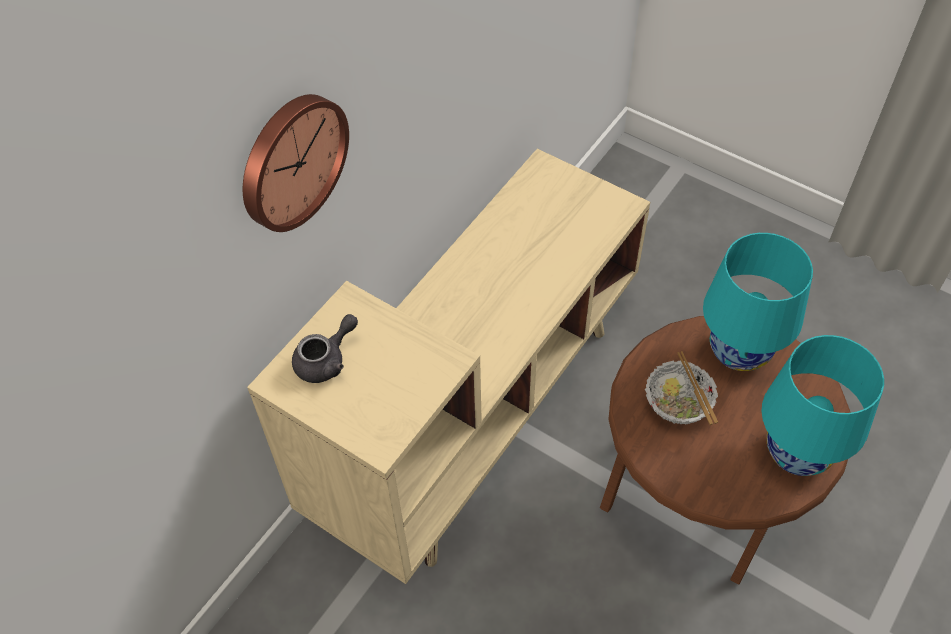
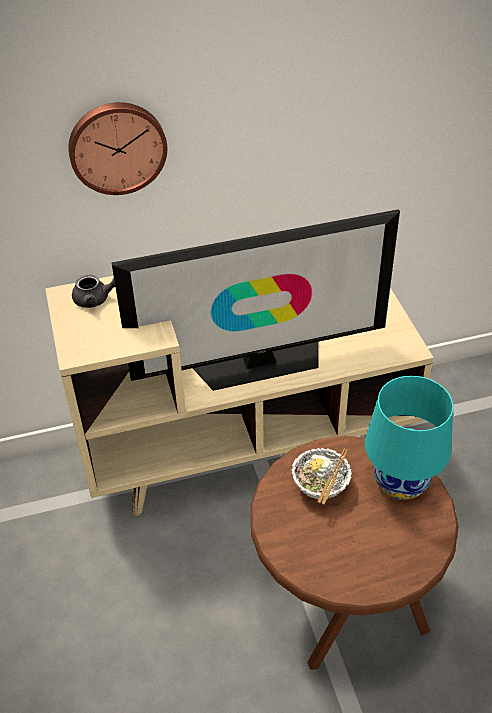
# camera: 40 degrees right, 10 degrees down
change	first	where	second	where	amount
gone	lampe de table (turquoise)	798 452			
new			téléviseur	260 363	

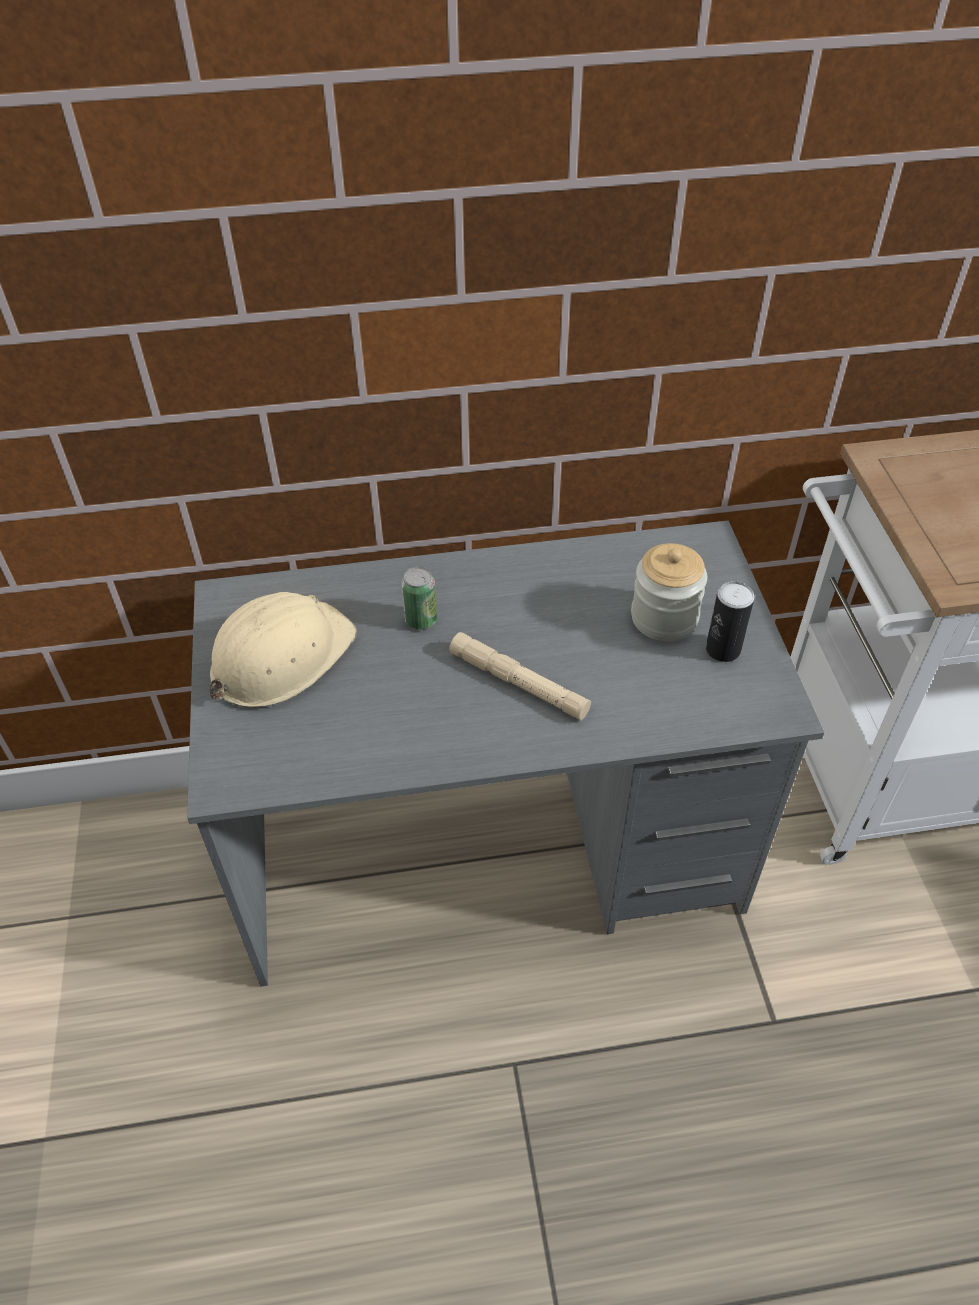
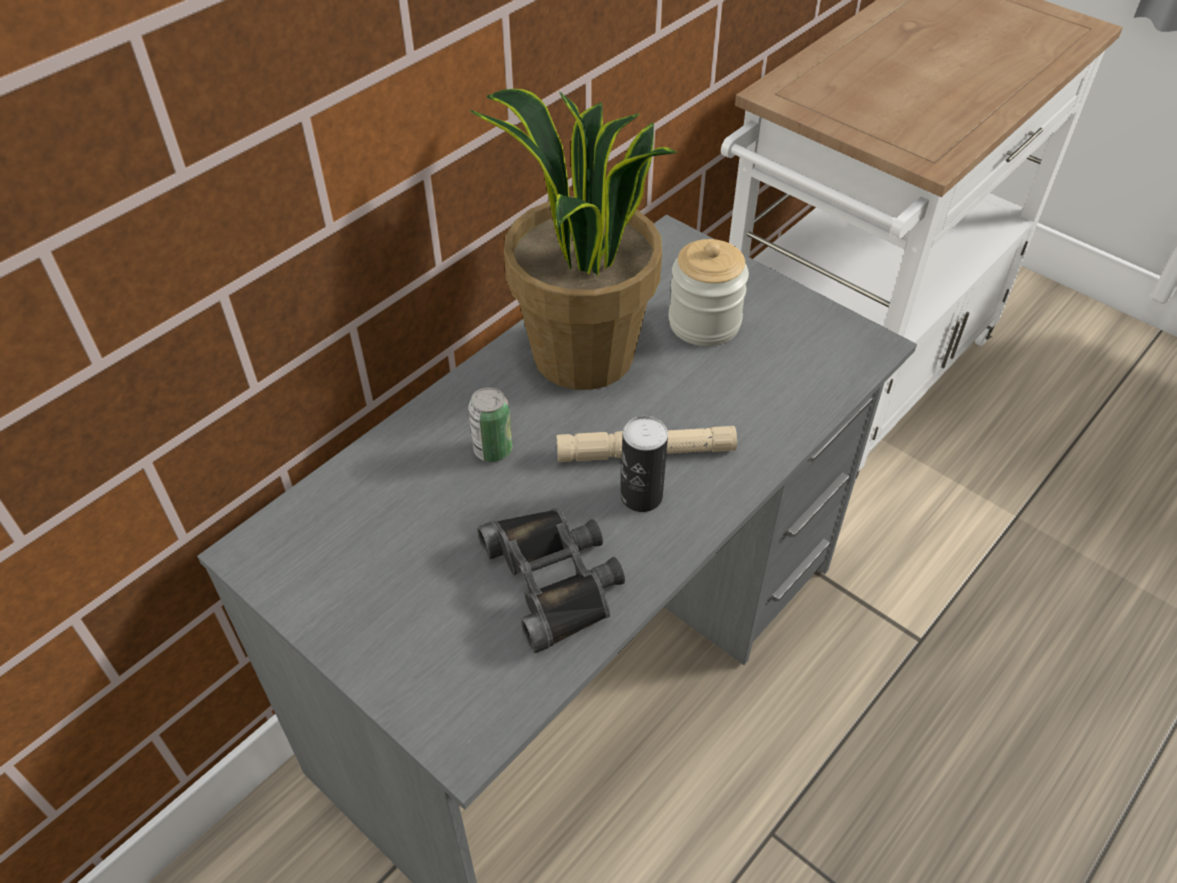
# camera: 40 degrees left, 0 degrees up
change	first	where	second	where	amount
shifted	boîte métallique	723 649		641 496	
gone	casque de chantier (beige)	280 657			
new			plante en pot	582 356	
new			jumelles (noir)	555 579	

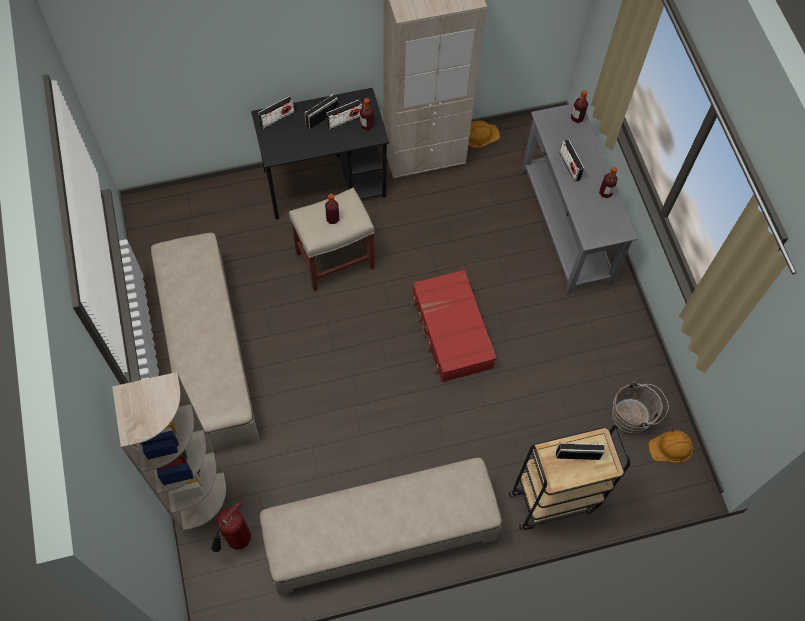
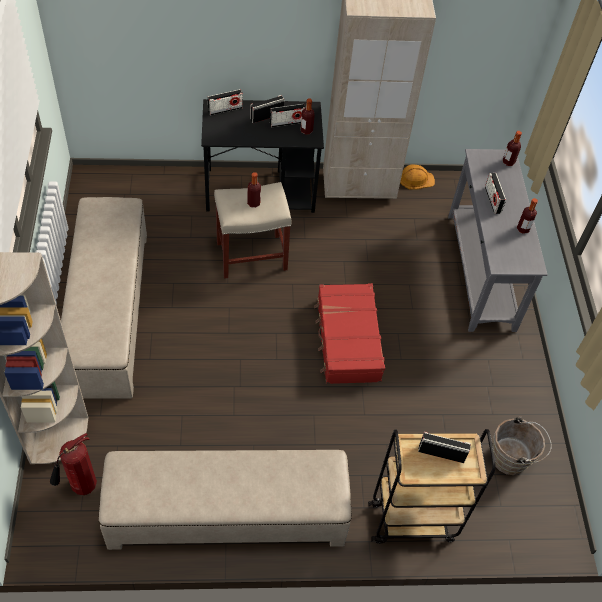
# camera: 10 degrees right, 10 degrees down
change	first	where	second	where	amount
gone	casque de chantier (orange)	671 447			

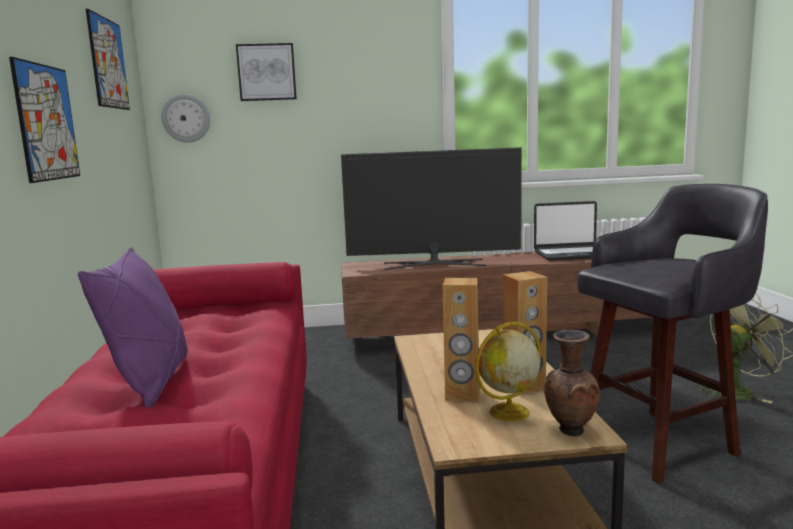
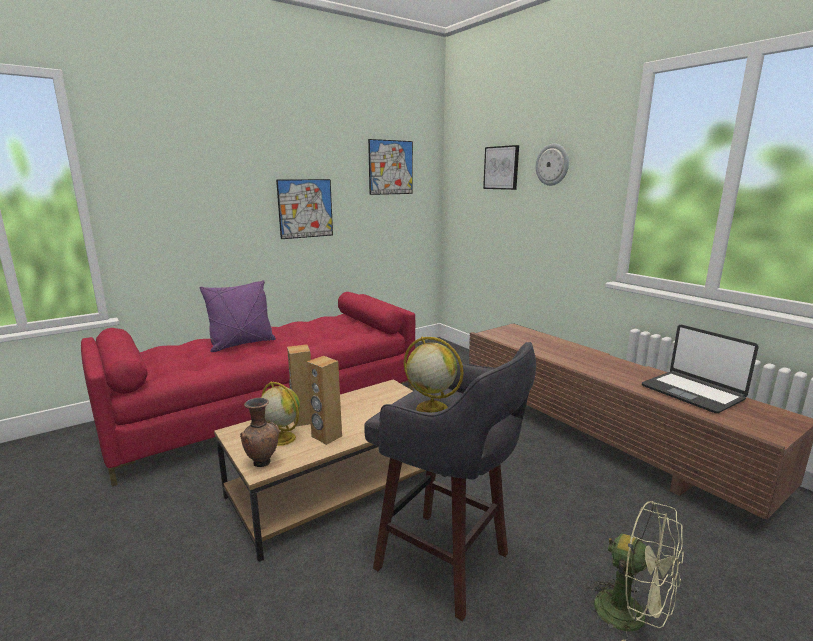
# camera: 60 degrees right, 5 degrees up
change	first	where	second	where	amount
shifted	horloge murale	186 118		552 164	
gone	téléviseur	434 264			
new			globe	431 408	

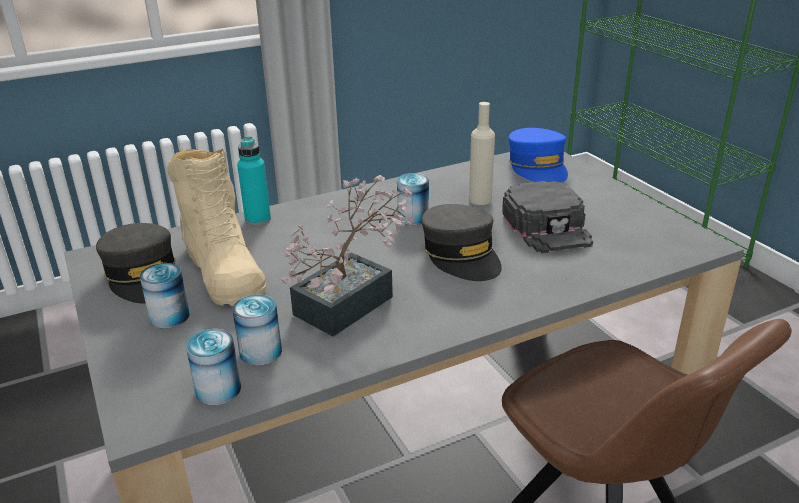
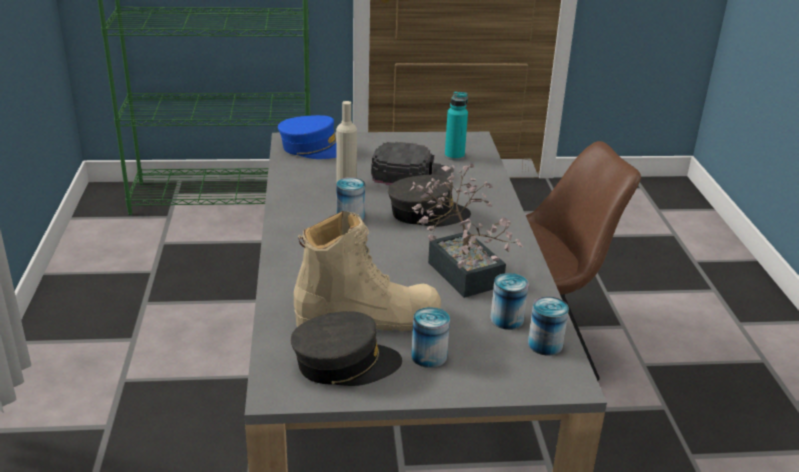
# camera: 70 degrees left, 0 degrees up
change	first	where	second	where	amount
shifted	bouteille (turquoise)	258 219		454 156	

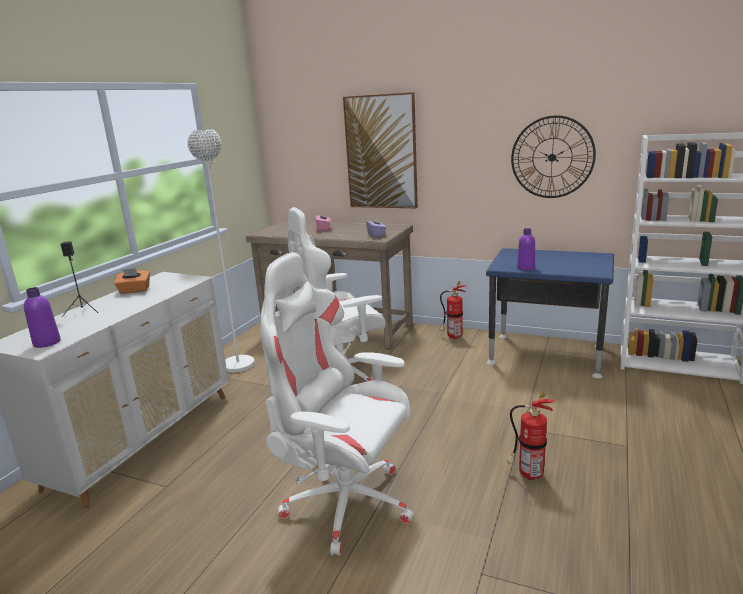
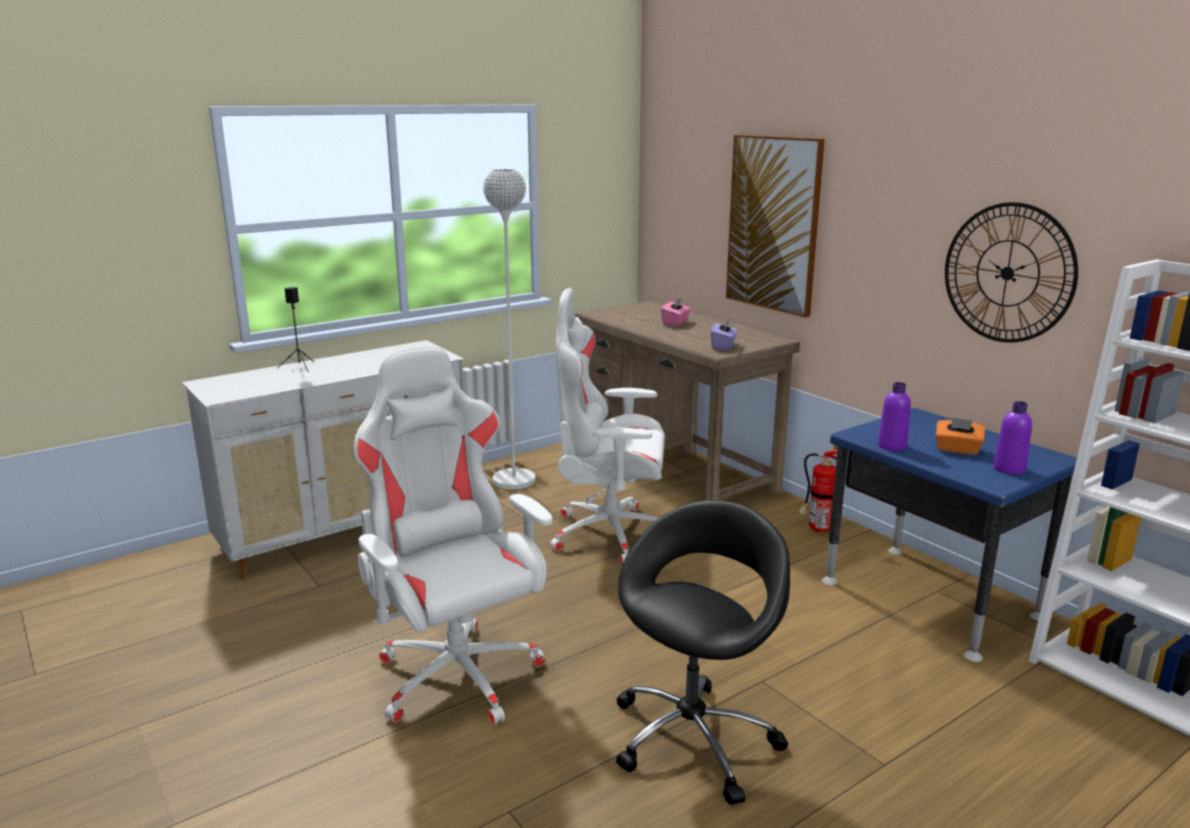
# camera: 30 degrees right, 0 degrees up
change	first	where	second	where	amount
shifted	boîte à mouchoirs (orange)	134 290		957 450	
shifted	bouteille (violet)	47 343		1009 469	
swapped	extincteur	527 475	chaise de bureau (noir)	695 737	

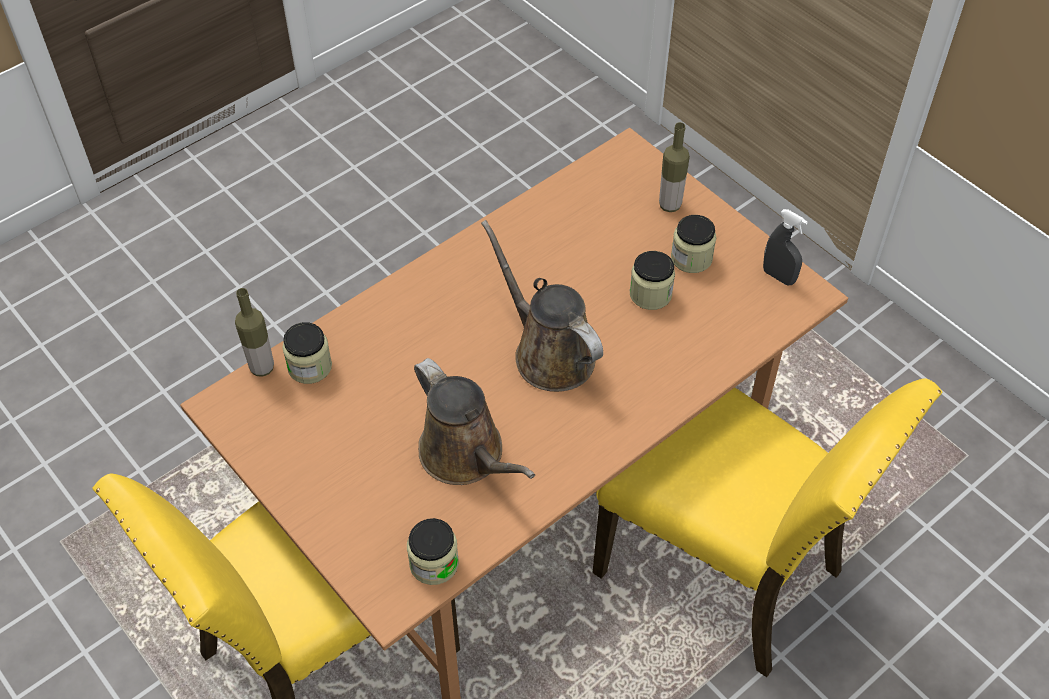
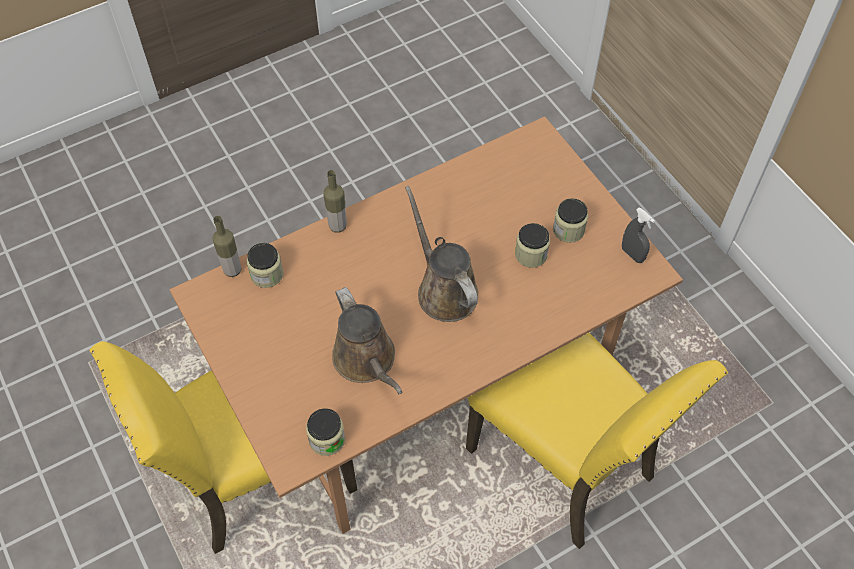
# camera: 10 degrees right, 5 degrees up
change	first	where	second	where	amount
shifted	bouteille	670 205		337 226	

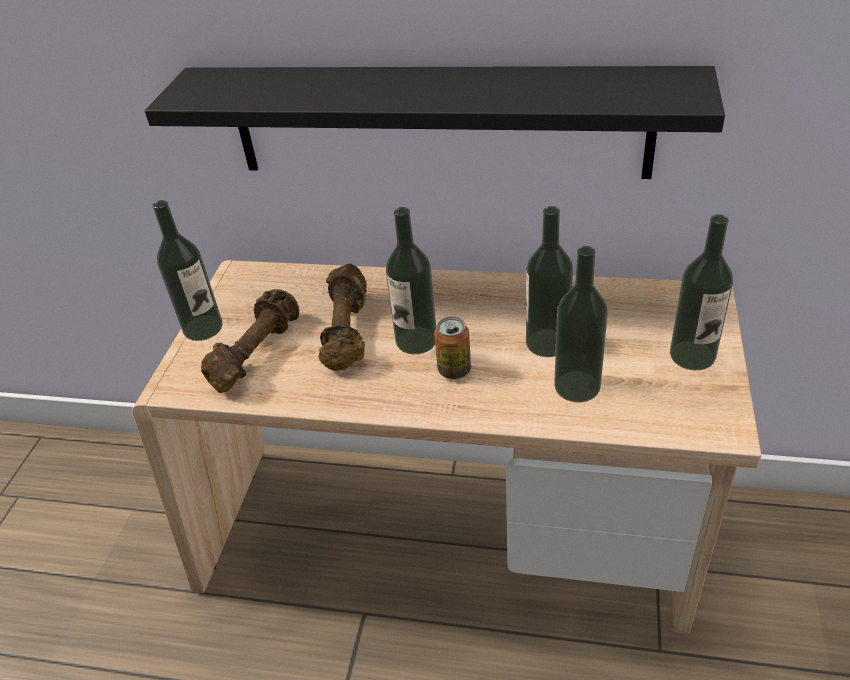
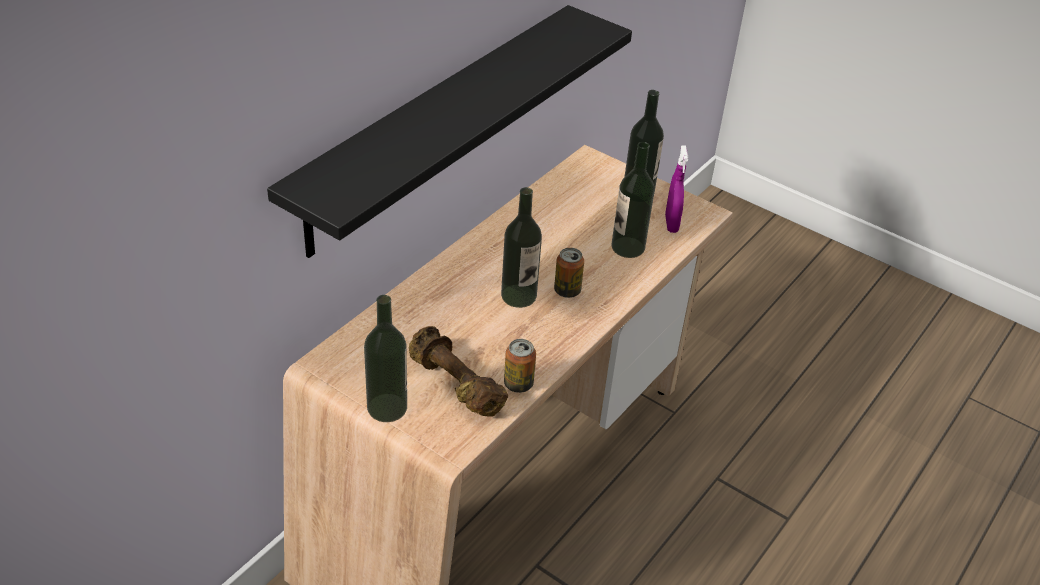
# camera: 70 degrees left, 0 degrees up
change	first	where	second	where	amount
gone	bouteille	547 343			
gone	haltère (marron)	348 332			
new			vaporisateur (violet)	671 224	
new			boîte métallique	518 384	

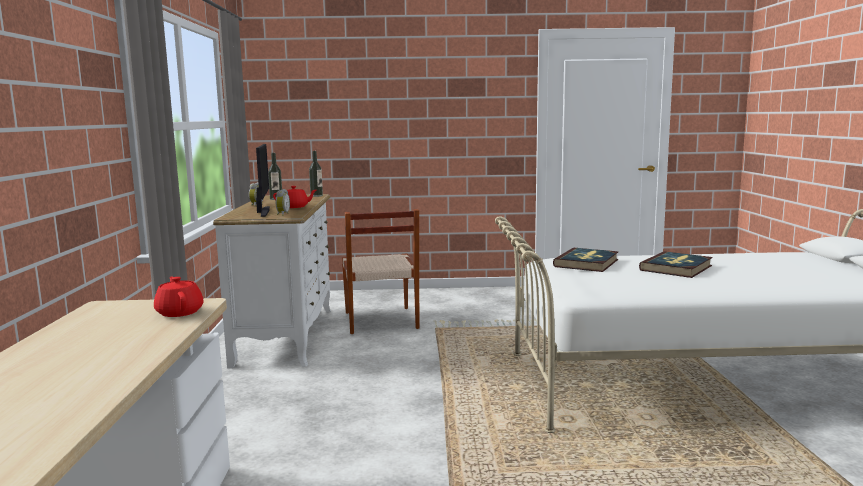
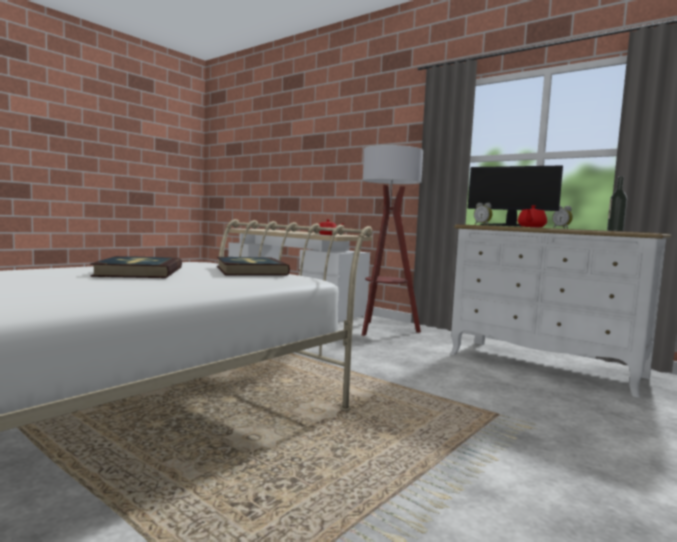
# camera: 130 degrees right, 5 degrees down
change	first	where	second	where	amount
gone	bouteille	316 196			
gone	chaise	380 321			
new			lampadaire	383 329	

